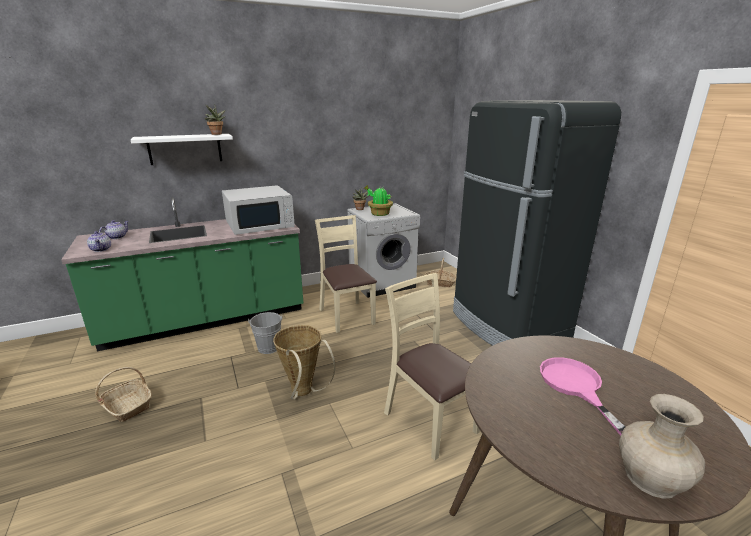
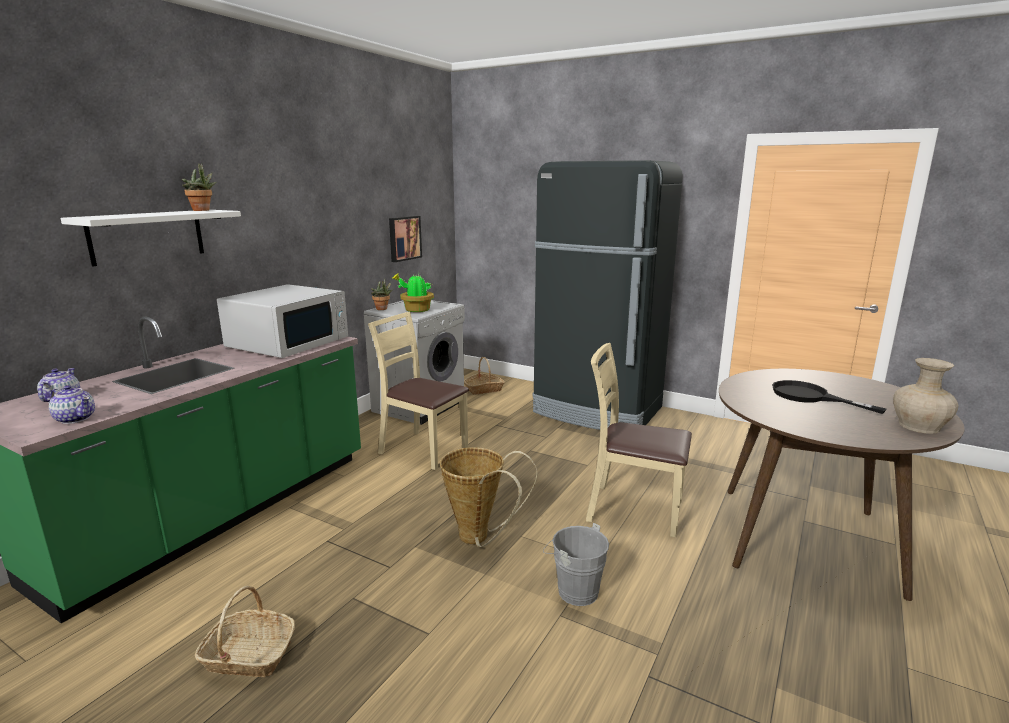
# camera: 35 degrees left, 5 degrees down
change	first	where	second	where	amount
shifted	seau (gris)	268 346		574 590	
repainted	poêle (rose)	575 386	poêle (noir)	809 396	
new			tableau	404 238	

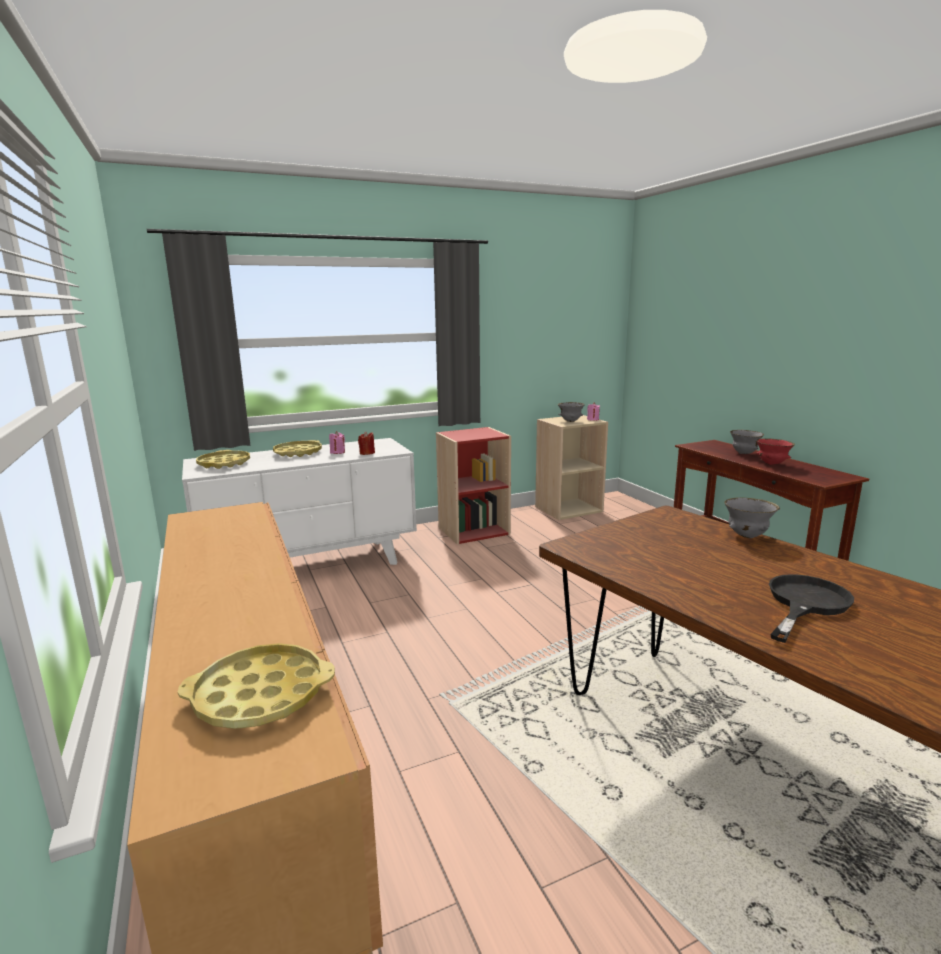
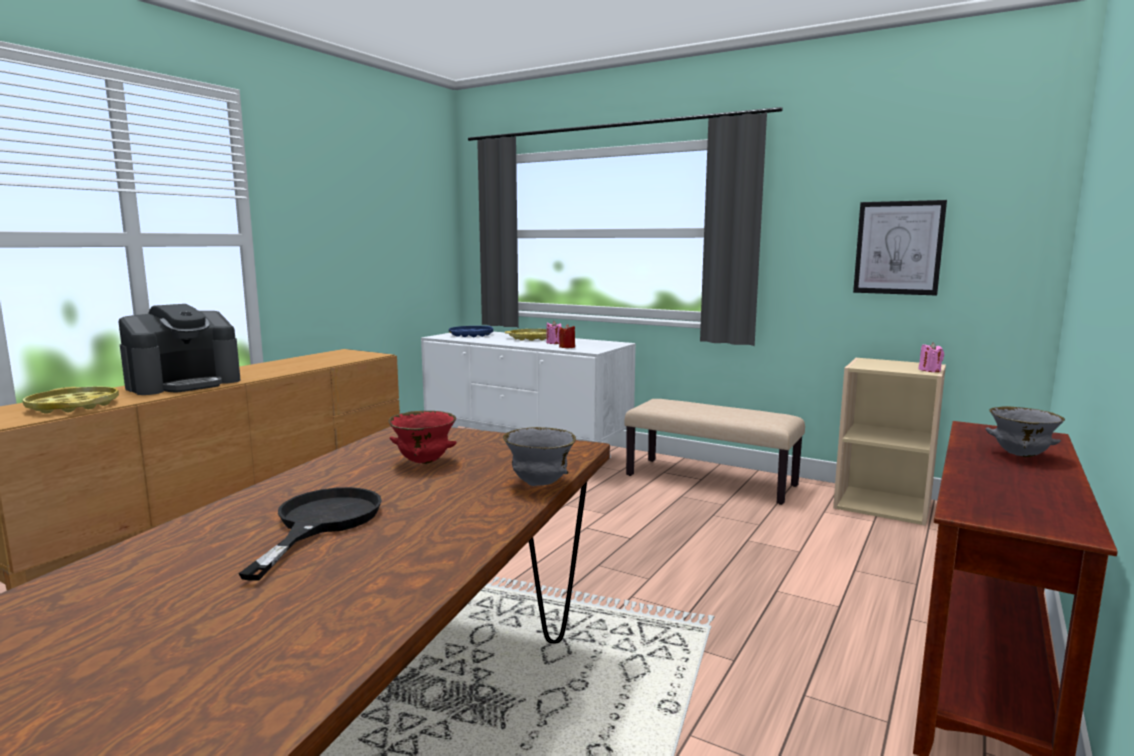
# camera: 55 degrees right, 5 degrees down
change	first	where	second	where	amount
gone	bol (gris)	570 421			
swapped	bibliothèque (rouge)	474 530	banc (beige)	711 480	
shifted	bol (rouge)	772 464		423 462	
repainted	plateau (jaune)	224 464	plateau (bleu)	471 335	
rotated	poêle (noir)	804 603		321 523	90 degrees counterclockwise
new			tableau	898 248	
new			machine à café	184 384	

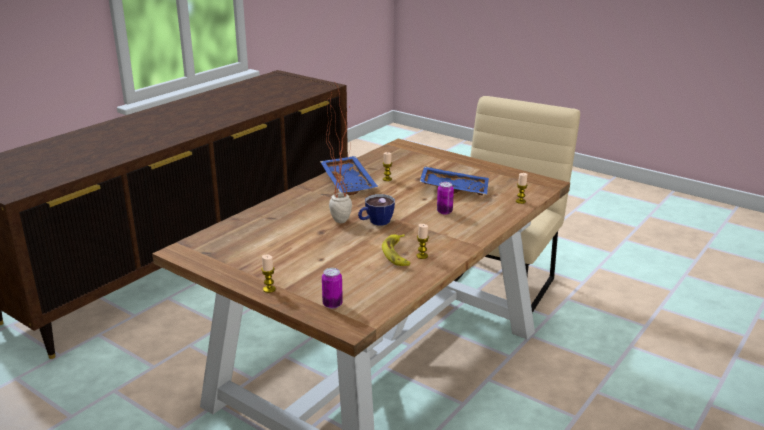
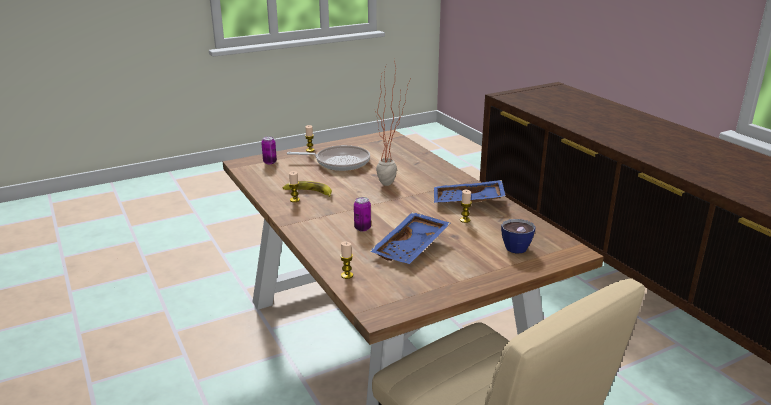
# camera: 115 degrees right, 0 degrees up
change	first	where	second	where	amount
shifted	tasse	375 222		514 245	
new			poêle	339 162	

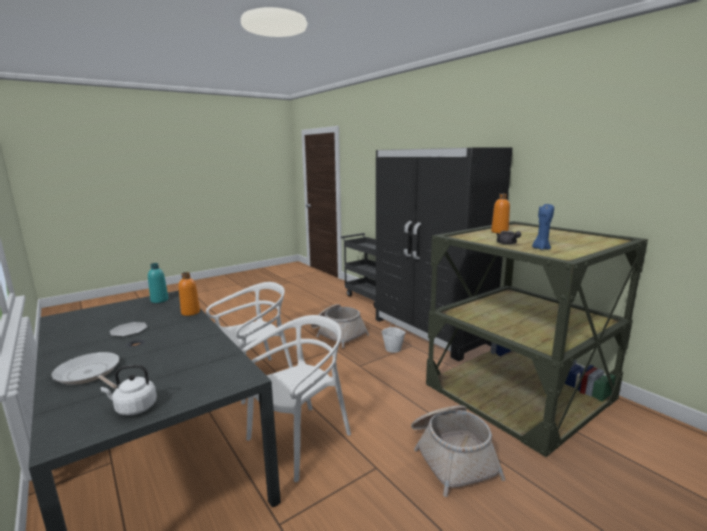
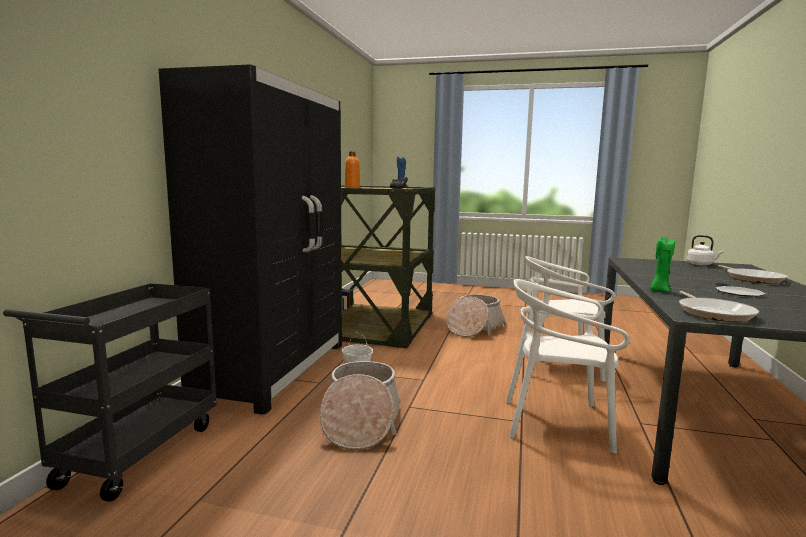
# camera: 130 degrees left, 5 degrees down
change	first	where	second	where	amount
swapped	bouteille (turquoise)	159 300	poêle	714 313	
swapped	bouteille (orange)	190 312	bougie (vert)	659 291	

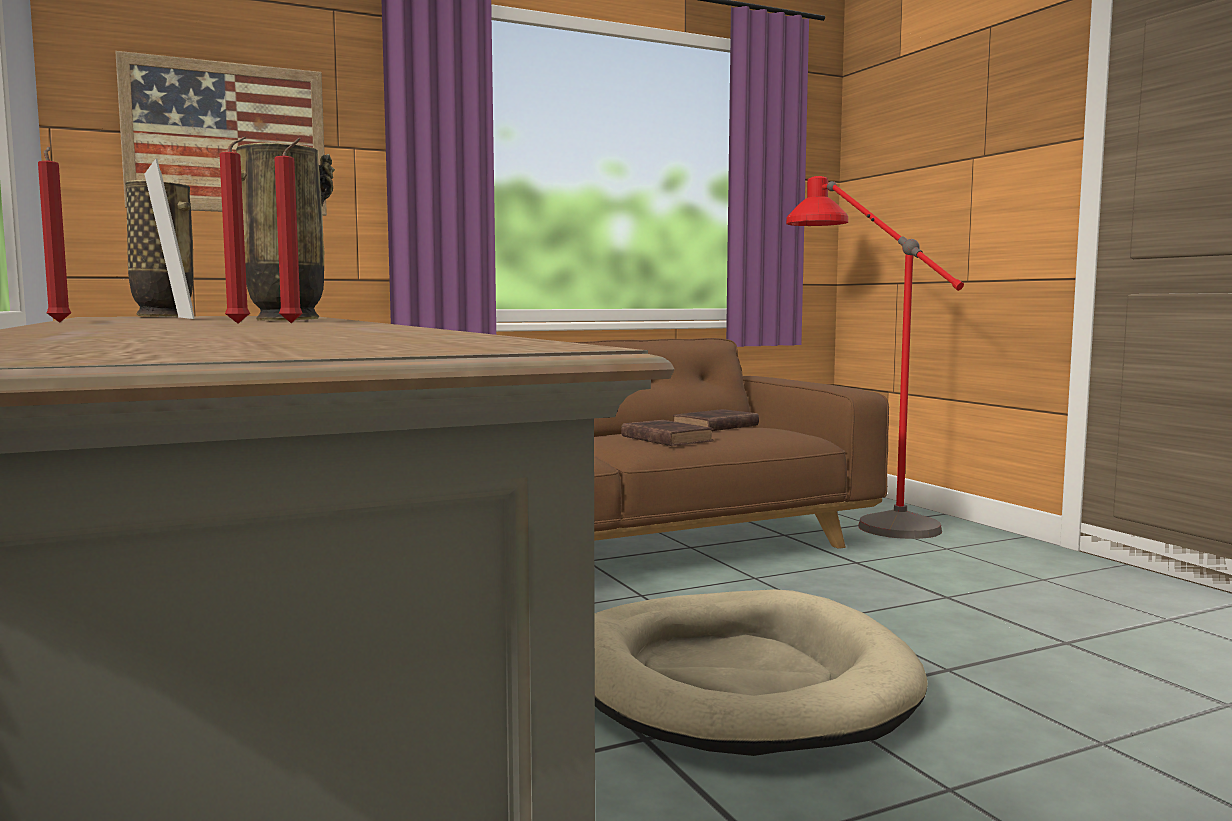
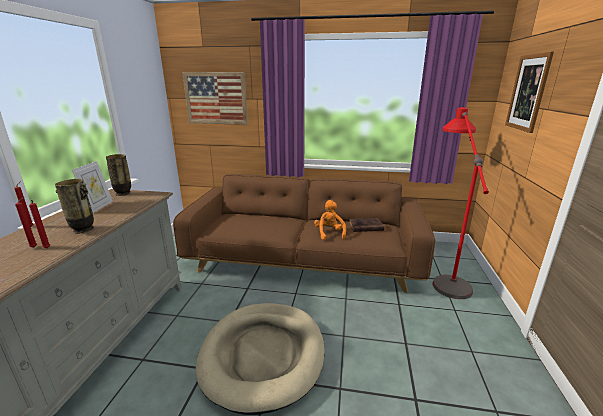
# camera: 35 degrees right, 15 degrees up
change	first	where	second	where	amount
swapped	livre (marron)	665 439	peluche (orange)	329 233	
new			tableau	528 92	

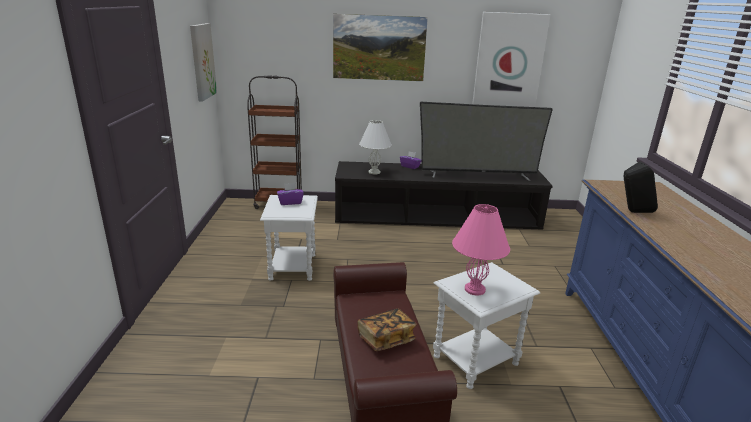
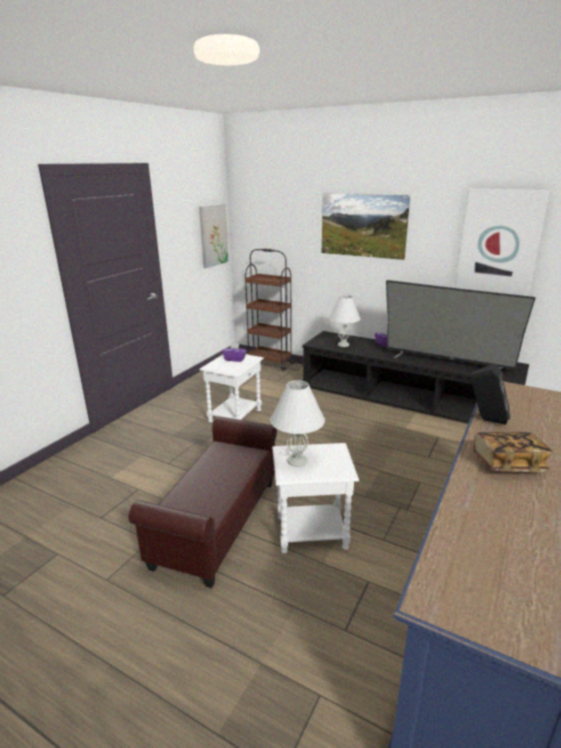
# camera: 30 degrees right, 0 degrees up
change	first	where	second	where	amount
repainted	lampe de table (rose)	474 290	lampe de table (blanc)	297 461	
shifted	livre	386 339		508 464	

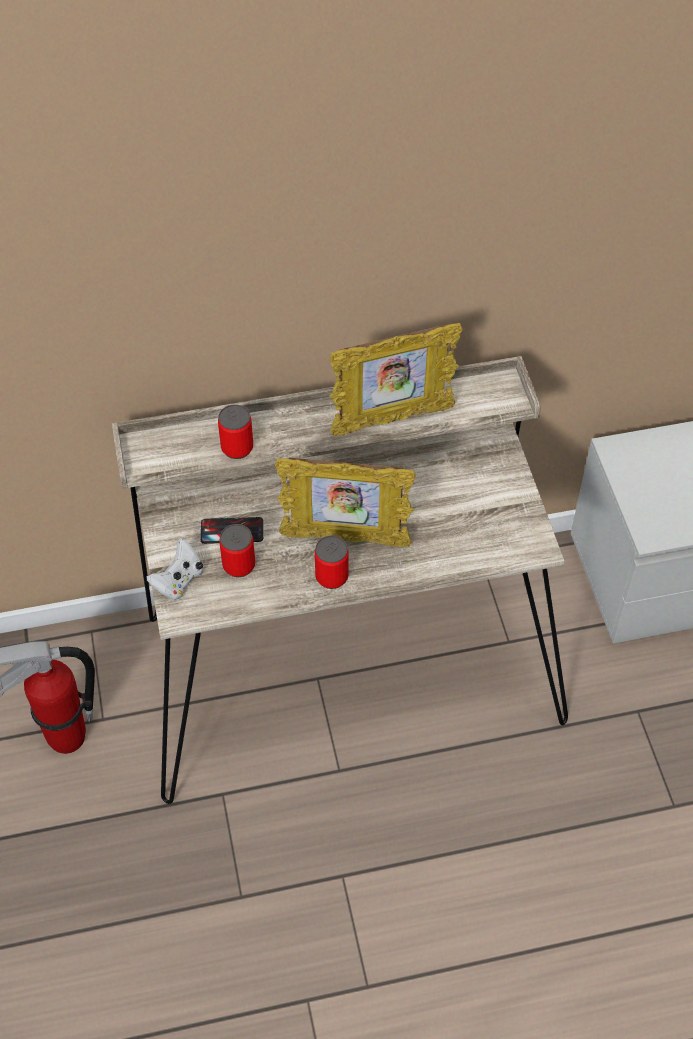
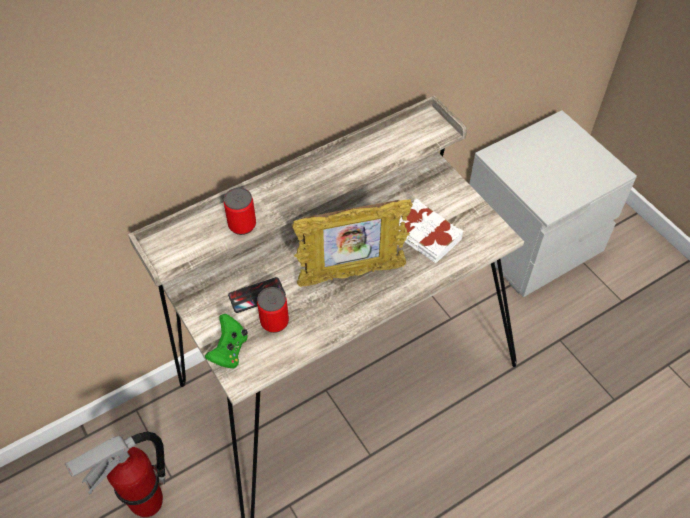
# camera: 20 degrees left, 0 degrees up
change	first	where	second	where	amount
gone	cadre photo	392 420			
gone	boîte métallique	331 576			
repainted	manette (blanc)	178 581	manette (vert)	229 350	
new			livre (blanc)	424 235	

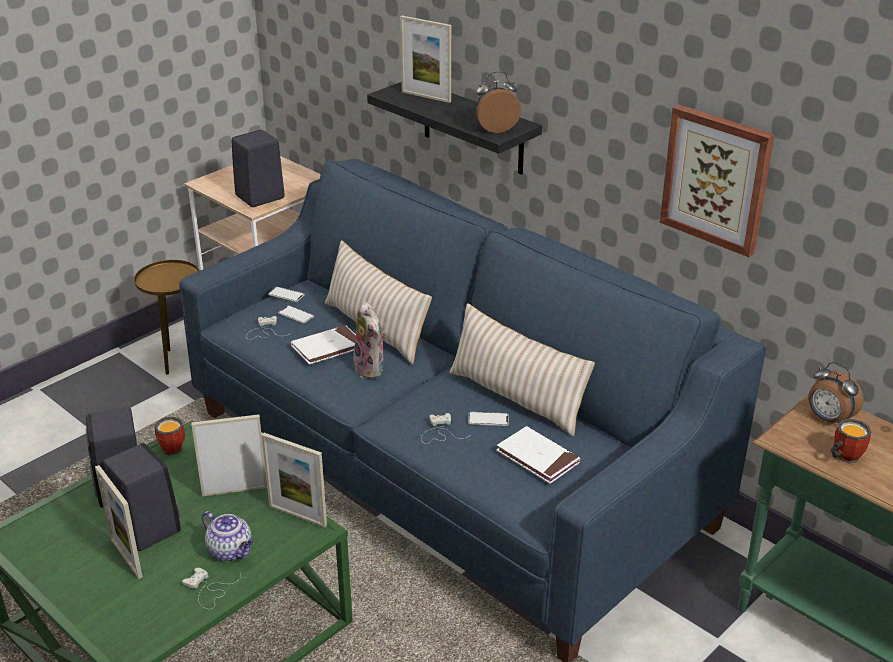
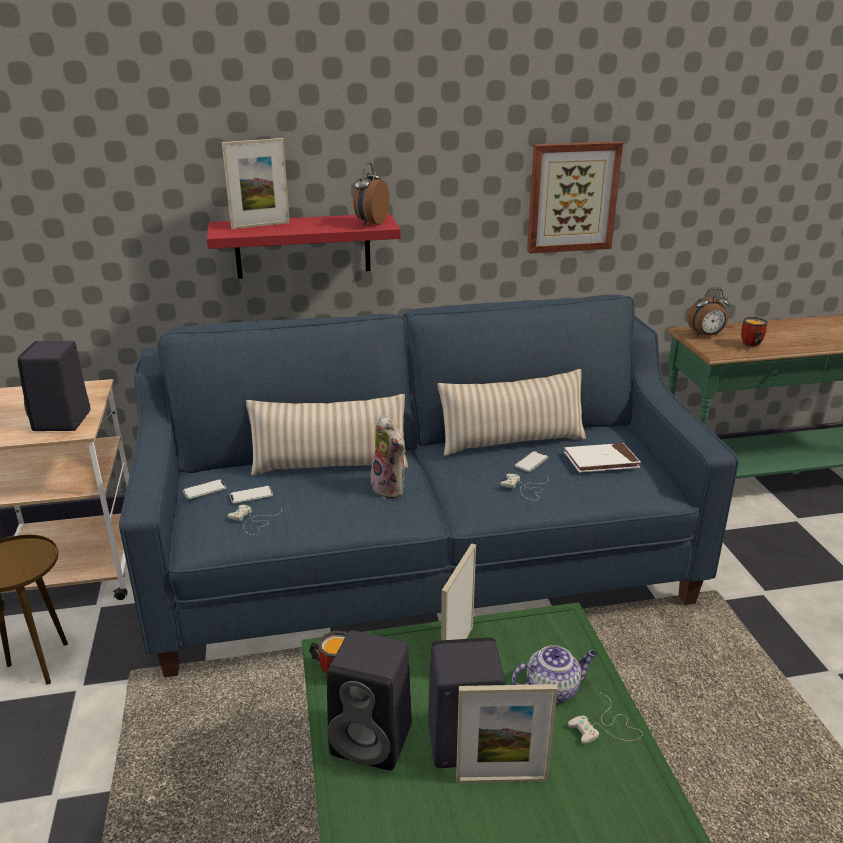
# camera: 55 degrees left, 5 degrees down
change	first	where	second	where	amount
repainted	étagère (noir)	473 127	étagère (rouge)	303 246	
rotated	peluche	372 369		391 488	45 degrees clockwise
gone	livre (blanc)	328 348			
gone	cadre photo	297 515			

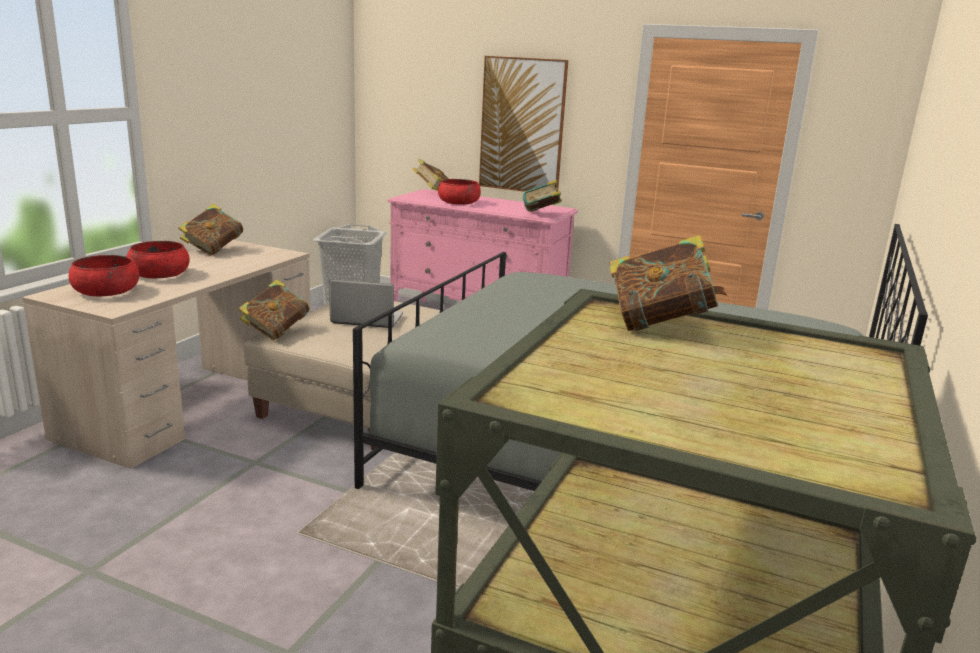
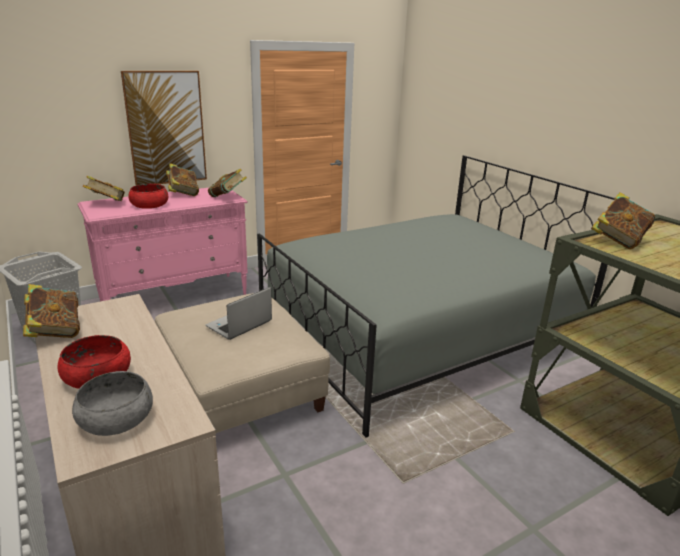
# camera: 55 degrees left, 5 degrees up
change	first	where	second	where	amount
repainted	bol (rouge)	106 291	bol (gris)	116 418	
shifted	livre	276 332		183 194	

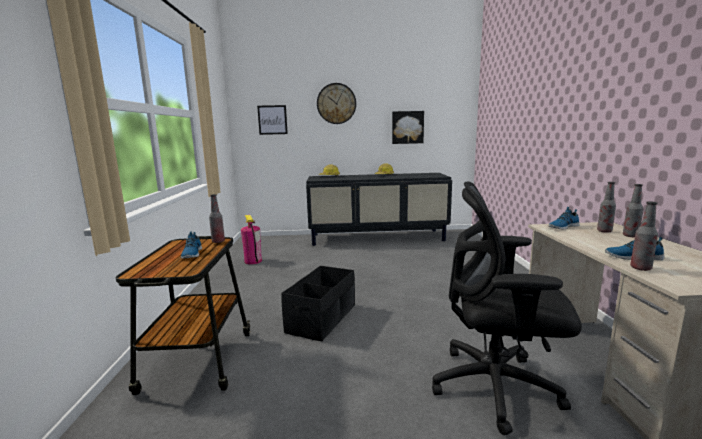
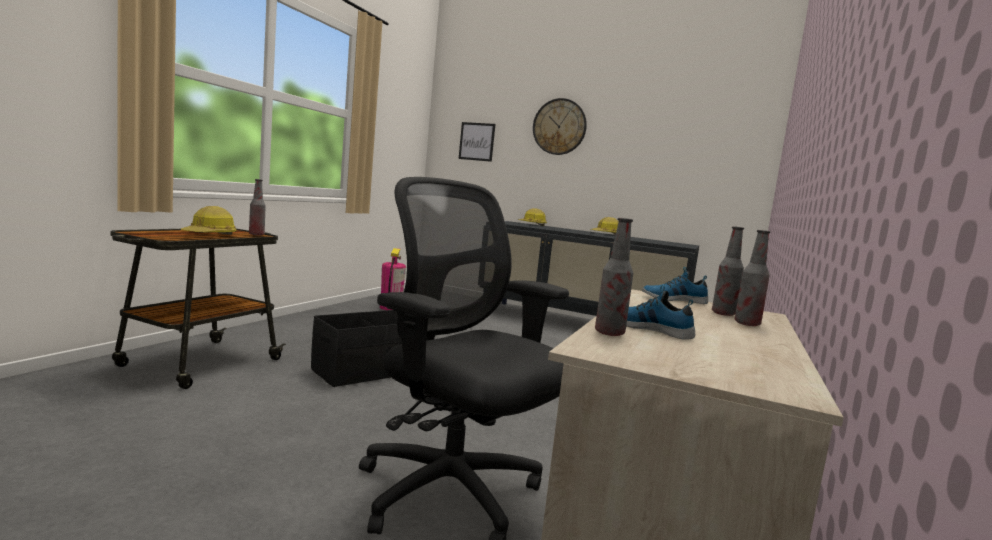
# camera: 25 degrees right, 5 degrees down
change	first	where	second	where	amount
gone	tableau	407 127			
swapped	chaussure	191 254	casque de chantier	210 235	

